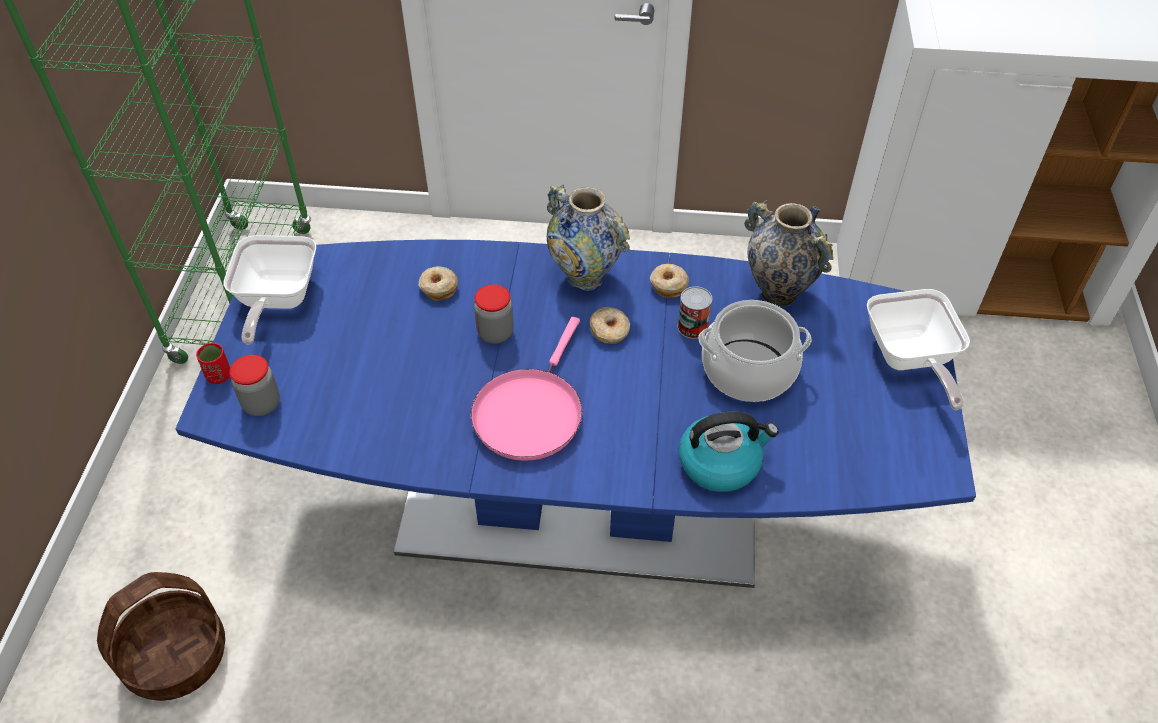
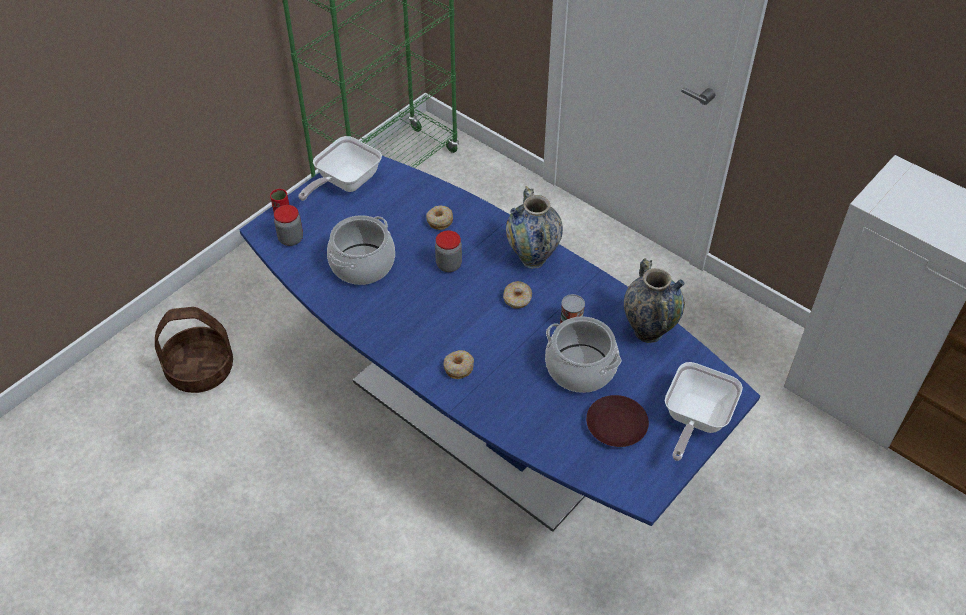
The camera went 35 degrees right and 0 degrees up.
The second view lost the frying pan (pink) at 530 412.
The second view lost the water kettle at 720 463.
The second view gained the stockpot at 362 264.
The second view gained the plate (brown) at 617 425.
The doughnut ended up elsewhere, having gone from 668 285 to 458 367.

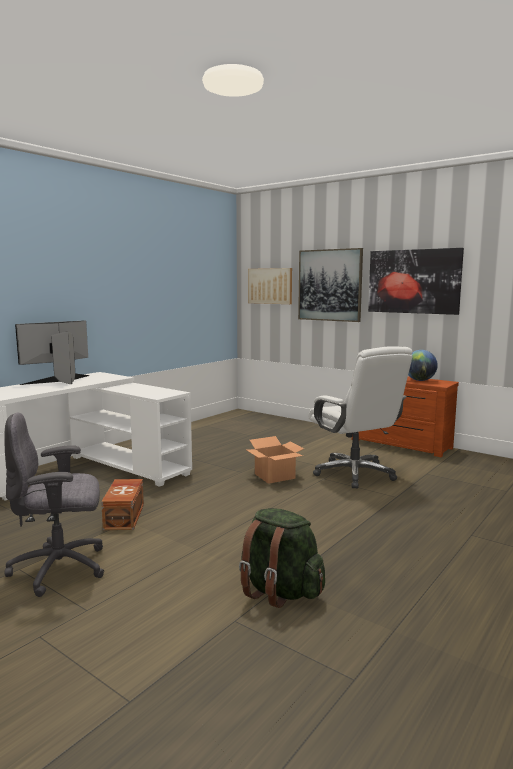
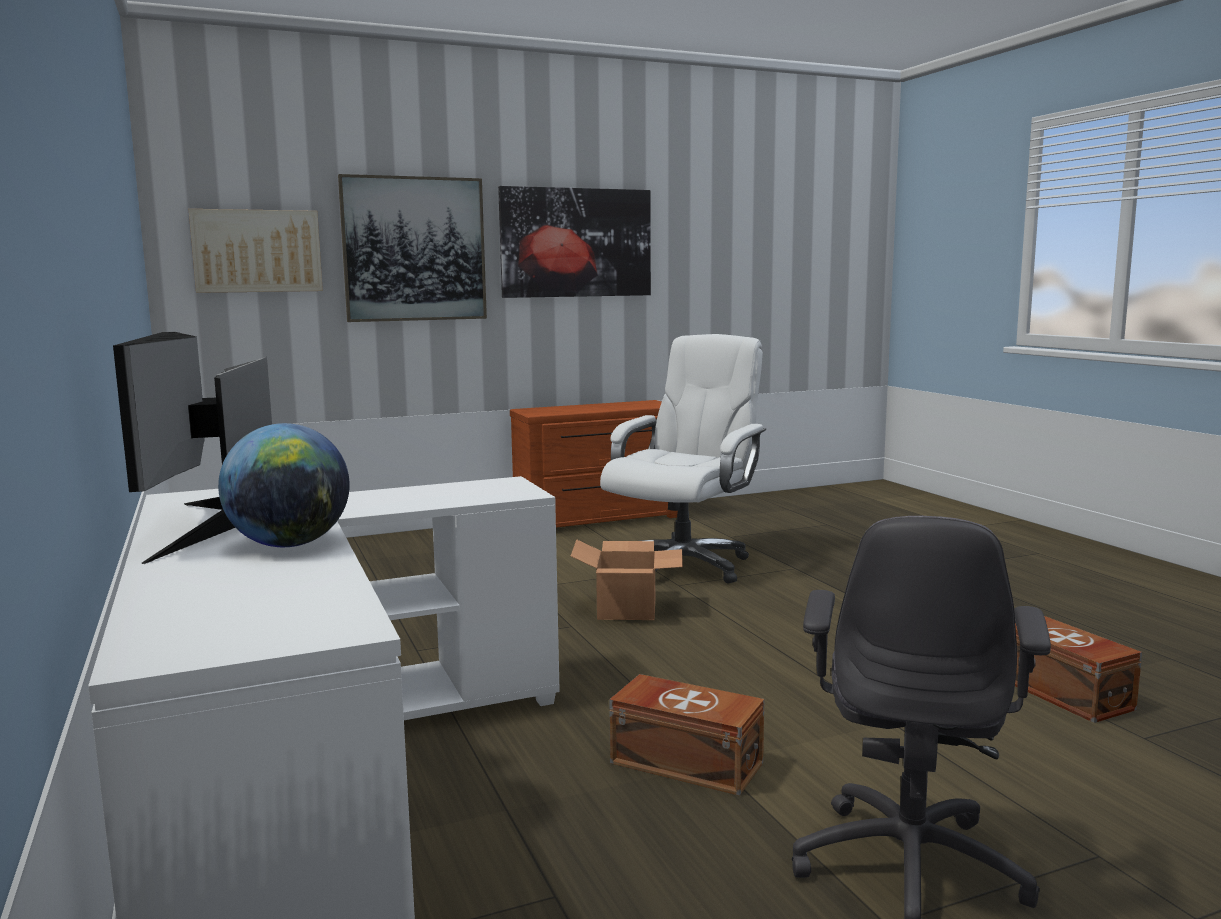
The camera went 60 degrees left and 0 degrees up.
The world globe ended up elsewhere, having gone from 420 380 to 289 545.
Where the backpack (greenish) stood at 279 591, the storage container (brown) came to stand at 1062 693.
The desk chair (white) at 355 474 ended up facing another way, 60 degrees counterclockwise from before.

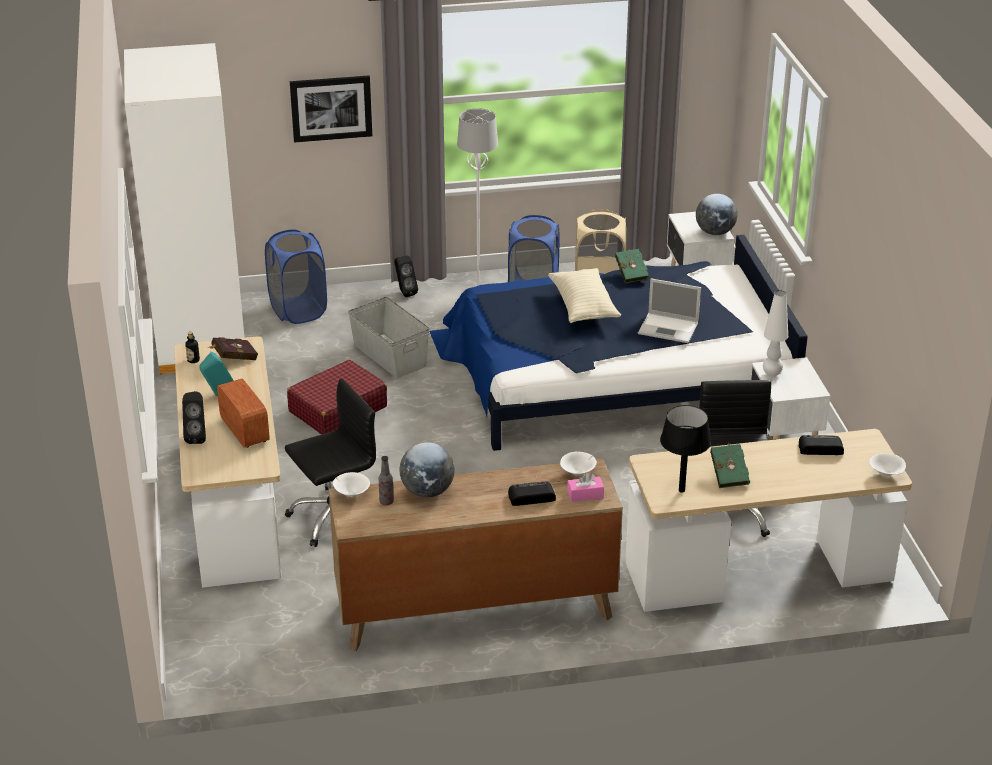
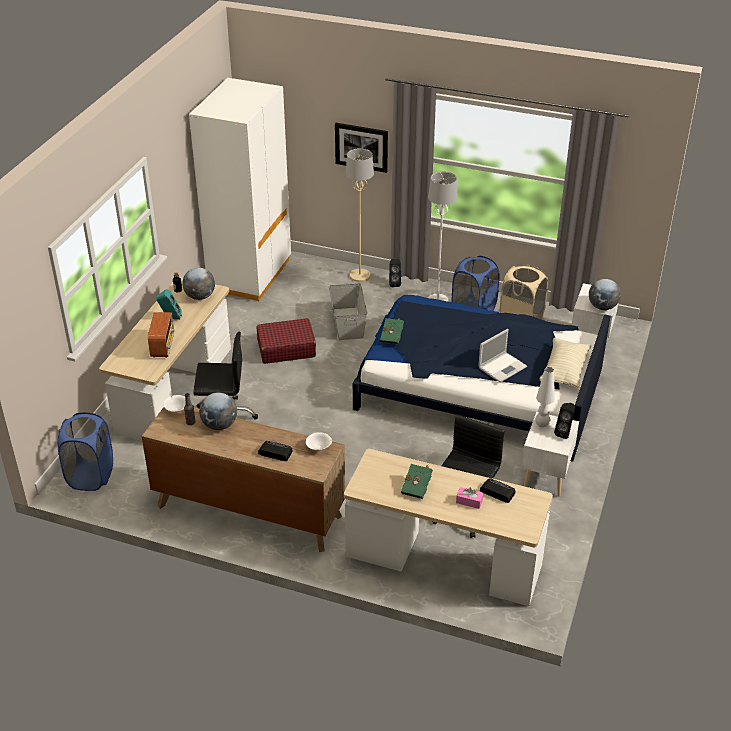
The camera went 30 degrees right and 5 degrees up.
The second view lost the tabletop lamp (blackish) at 681 490.
The second view lost the serving bowl (white) at 886 474.
The second view gained the standing lamp (beige-coloured) at 360 276.
The audio speaker (blackish) ended up elsewhere, having gone from 197 437 to 564 432.
The laundry basket (bluish) ended up elsewhere, having gone from 298 310 to 91 476.
The throw pillow (beige-coloured) ended up elsewhere, having gone from 583 307 to 564 370.
The tissue holder (pink) ended up elsewhere, having gone from 585 495 to 469 501.
The volume (greenish) ended up elsewhere, having gone from 631 273 to 392 336.
Where the volume (red) stood at 233 358, the world globe came to stand at 200 297.
The portable computer at 669 328 ended up facing another way, 90 degrees counterclockwise from before.

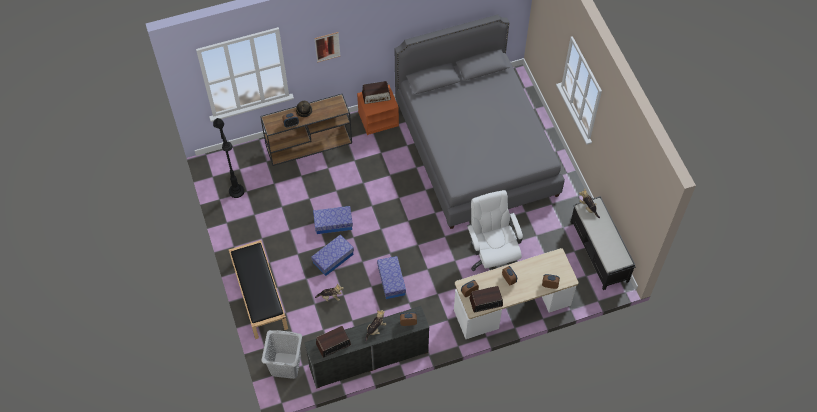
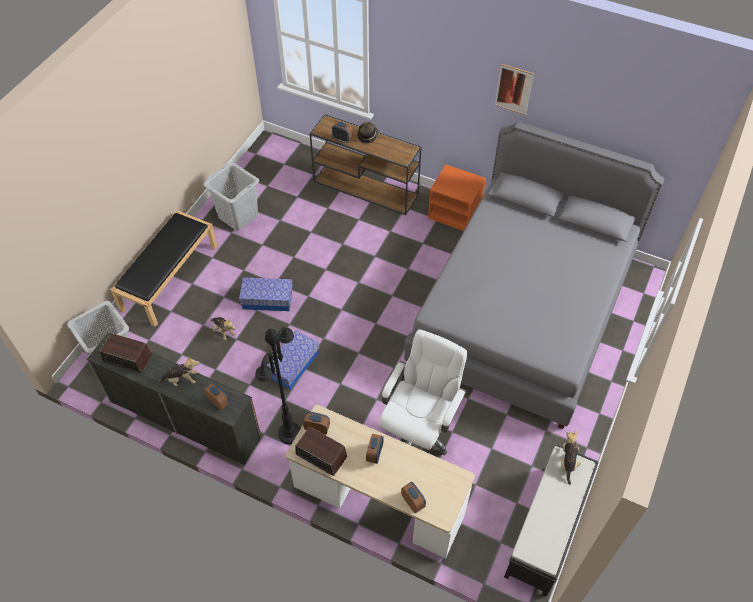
The camera went 45 degrees right and 5 degrees down.
The second view lost the storage container at 333 223.
The second view lost the radio set at 376 96.
The second view gained the laundry basket (grey) at 238 216.
The standing lamp (blackish) ended up elsewhere, having gone from 236 191 to 289 433.
The wall art ended up elsewhere, having gone from 327 47 to 514 89.

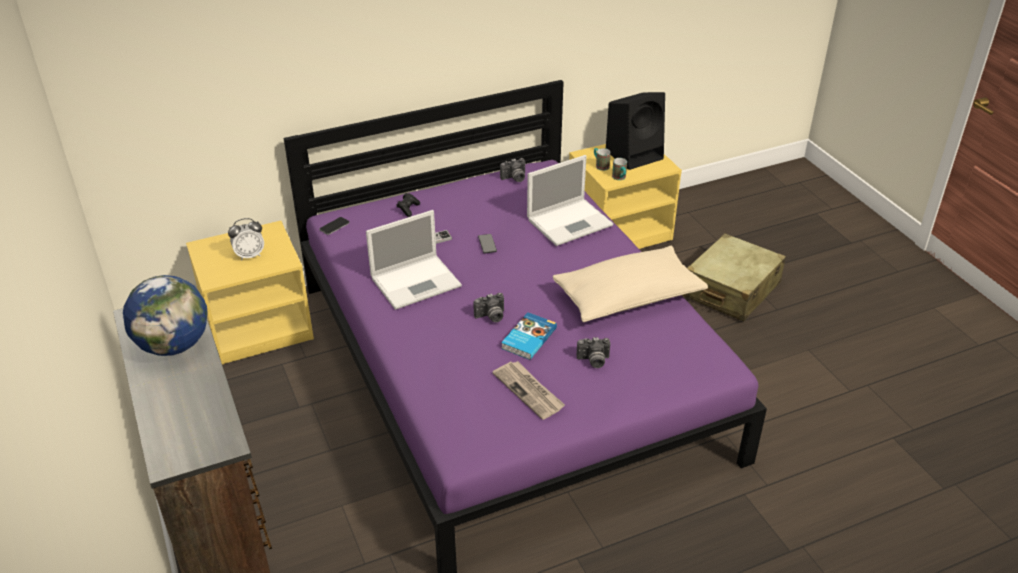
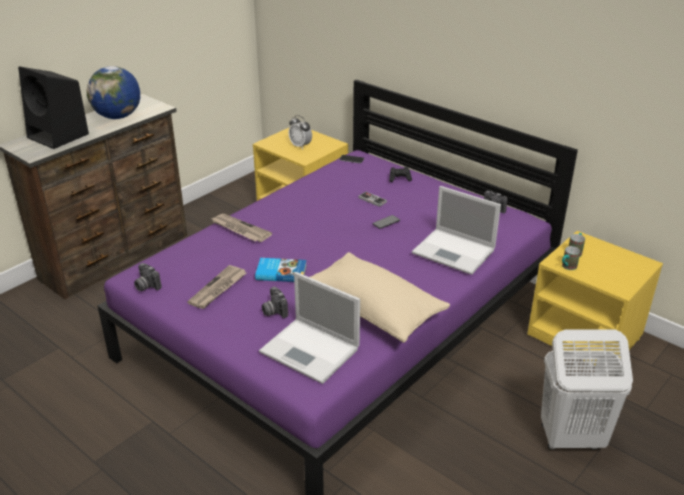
The camera went 65 degrees right and 5 degrees down.
The second view gained the printed paper at 240 229.
The portable computer ended up elsewhere, having gone from 417 281 to 311 351.
The photo camera ended up elsewhere, having gone from 491 317 to 146 286.
The audio speaker (blackish) ended up elsewhere, having gone from 635 154 to 59 136.
Where the piece of luggage (beige-coloured) stood at 731 290, the laundry basket (white) came to stand at 570 438.

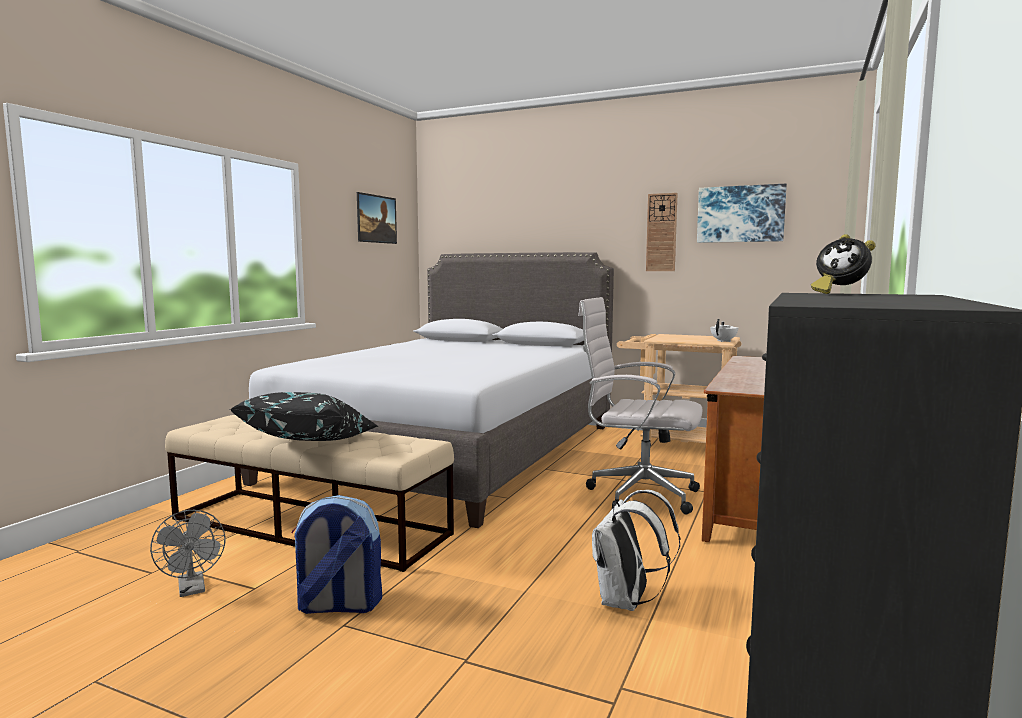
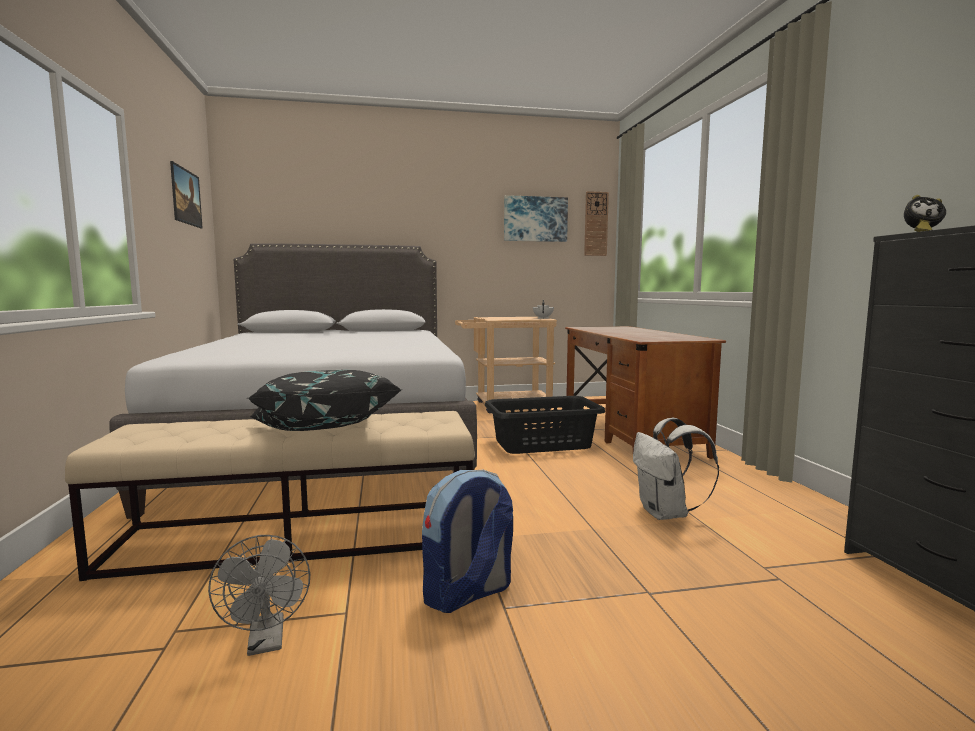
The camera went 35 degrees left and 0 degrees up.
The clock on the wall ended up elsewhere, having gone from 661 232 to 596 224.
Where the desk chair (white) stood at 637 495, the laundry basket (blackish) came to stand at 542 444.
The fan (grey) at 192 589 ended up facing another way, 45 degrees clockwise from before.

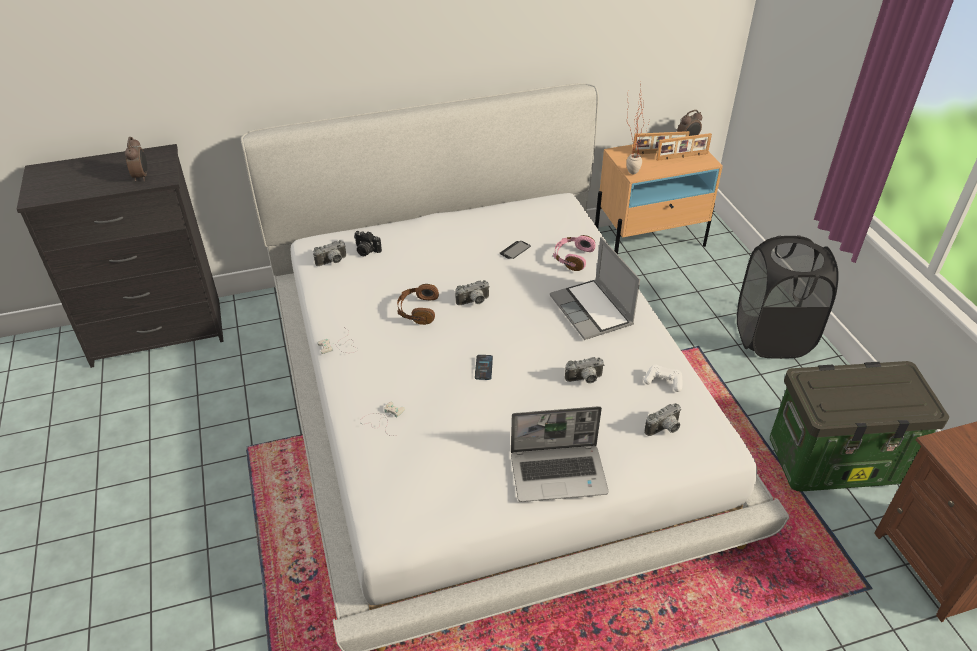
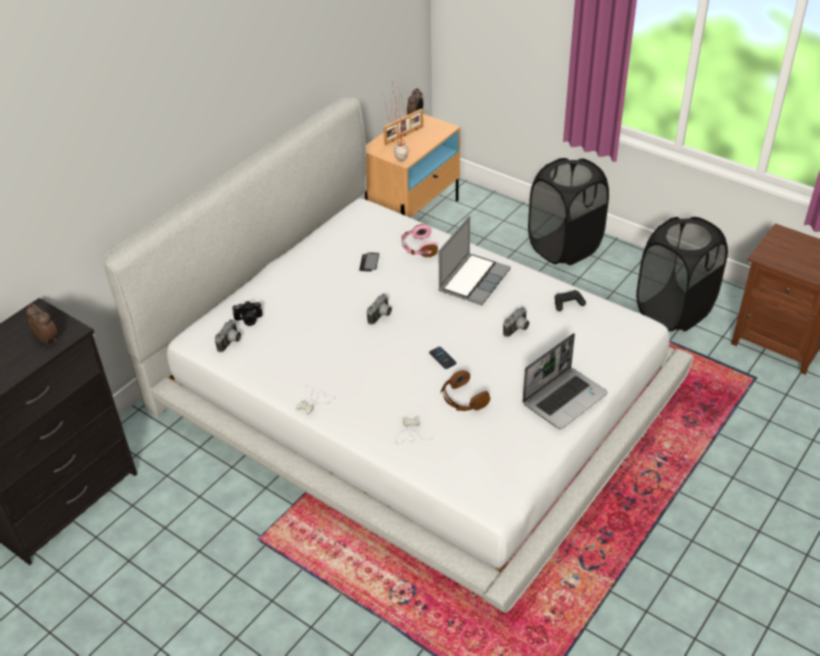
The camera went 35 degrees left and 0 degrees up.
The second view lost the photo camera at 664 429.
The second view lost the photo frame at 682 157.
The pair of headphones (brown) ended up elsewhere, having gone from 417 310 to 463 399.
Where the storage container stood at 836 461, the laundry basket (blackish) came to stand at 674 311.
What was the gamepad (white) at 663 382 turned into the gamepad (blackish) at 568 304.
The portable computer at 592 311 ended up facing another way, 90 degrees counterclockwise from before.

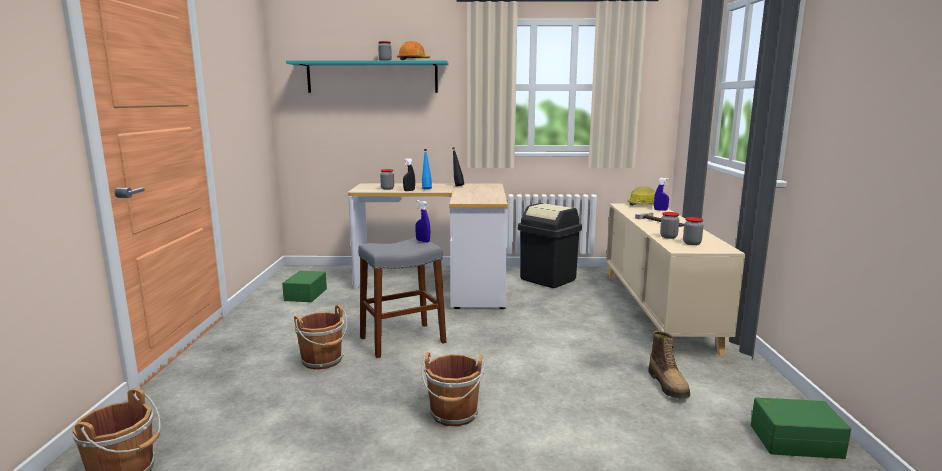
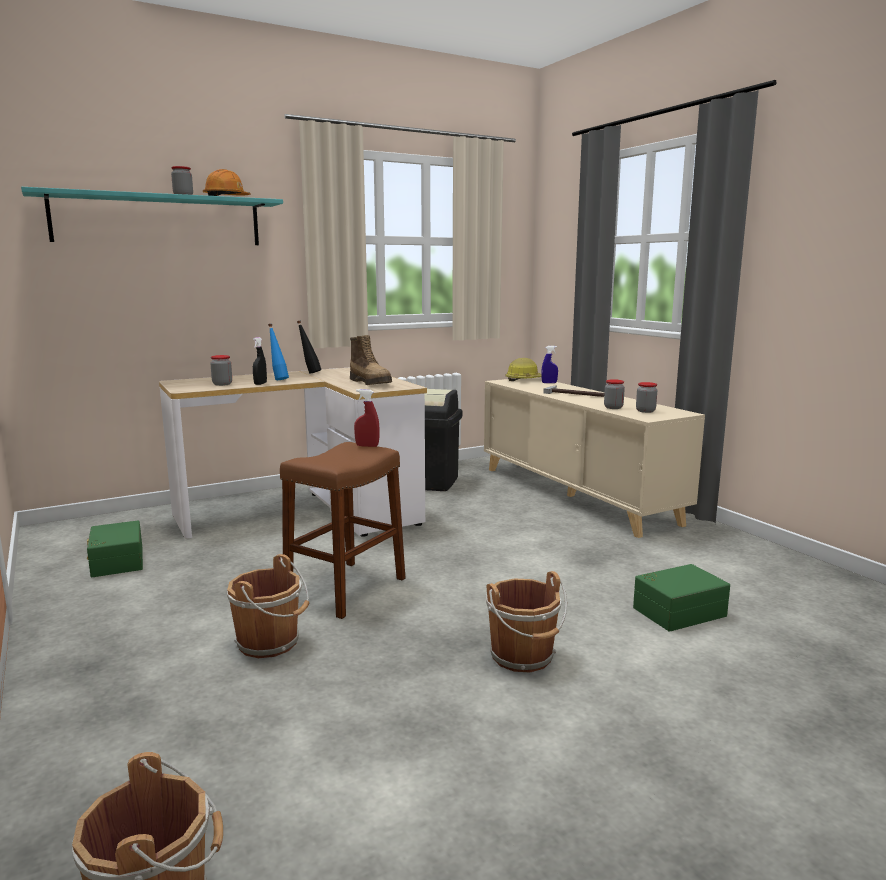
The camera went 30 degrees left and 0 degrees up.
The tall boot ended up elsewhere, having gone from 668 385 to 371 383.
The storage container (greenish) ended up elsewhere, having gone from 794 440 to 677 611.
What was the stool seat (grey) at 402 340 turned into the stool seat (brown) at 346 589.
What was the spray bottle (bluish) at 423 241 turned into the spray bottle (red) at 367 446.

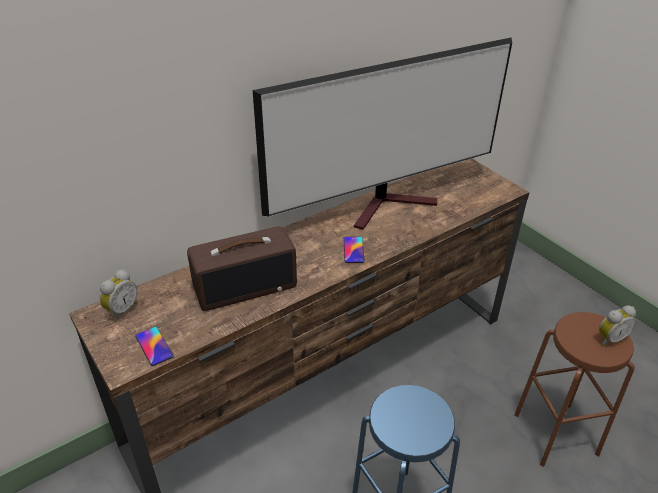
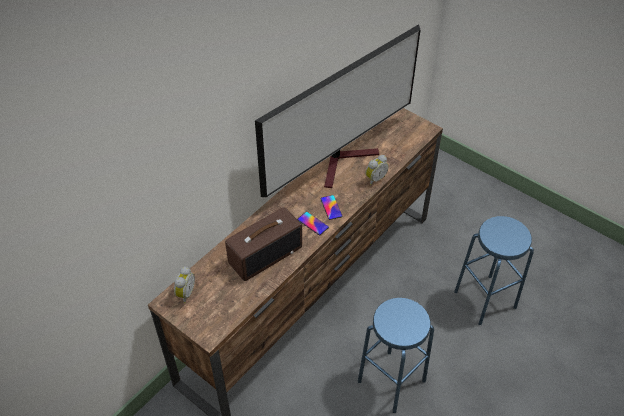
The camera went 15 degrees left and 10 degrees up.
The phone ended up elsewhere, having gone from 154 346 to 313 223.
The table clock ended up elsewhere, having gone from 609 338 to 375 178.
What was the stool seat (brown) at 555 433 turned into the stool seat (bluish) at 485 299.

